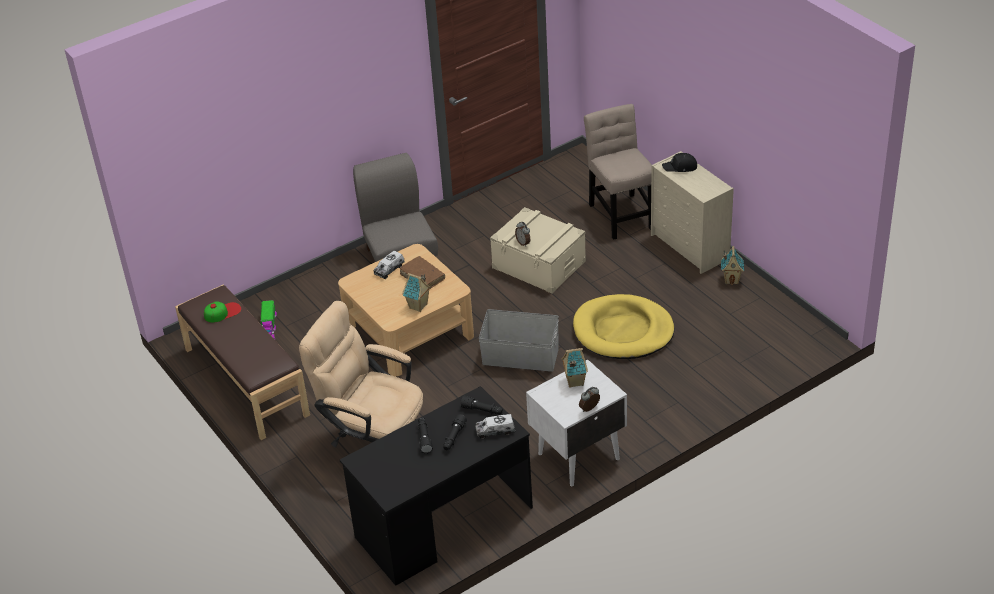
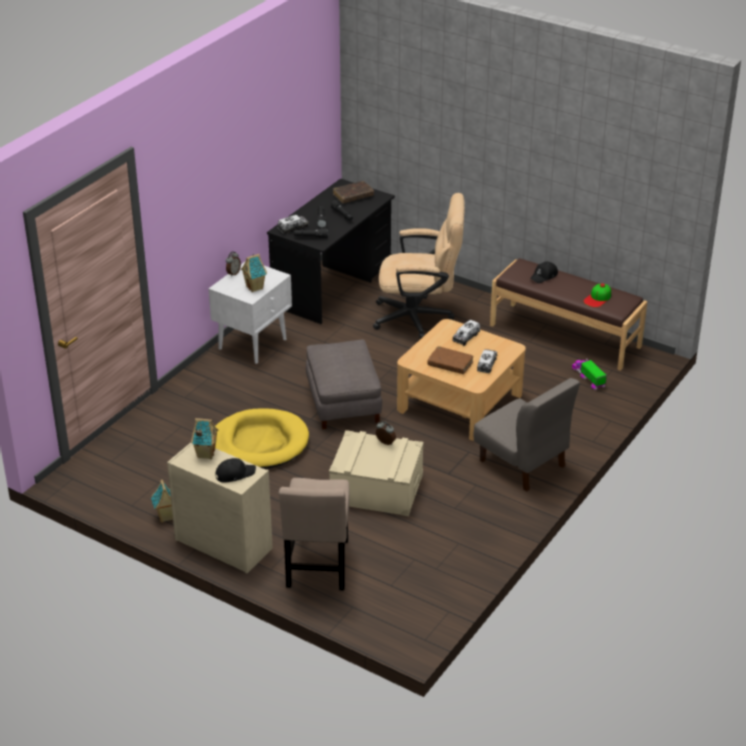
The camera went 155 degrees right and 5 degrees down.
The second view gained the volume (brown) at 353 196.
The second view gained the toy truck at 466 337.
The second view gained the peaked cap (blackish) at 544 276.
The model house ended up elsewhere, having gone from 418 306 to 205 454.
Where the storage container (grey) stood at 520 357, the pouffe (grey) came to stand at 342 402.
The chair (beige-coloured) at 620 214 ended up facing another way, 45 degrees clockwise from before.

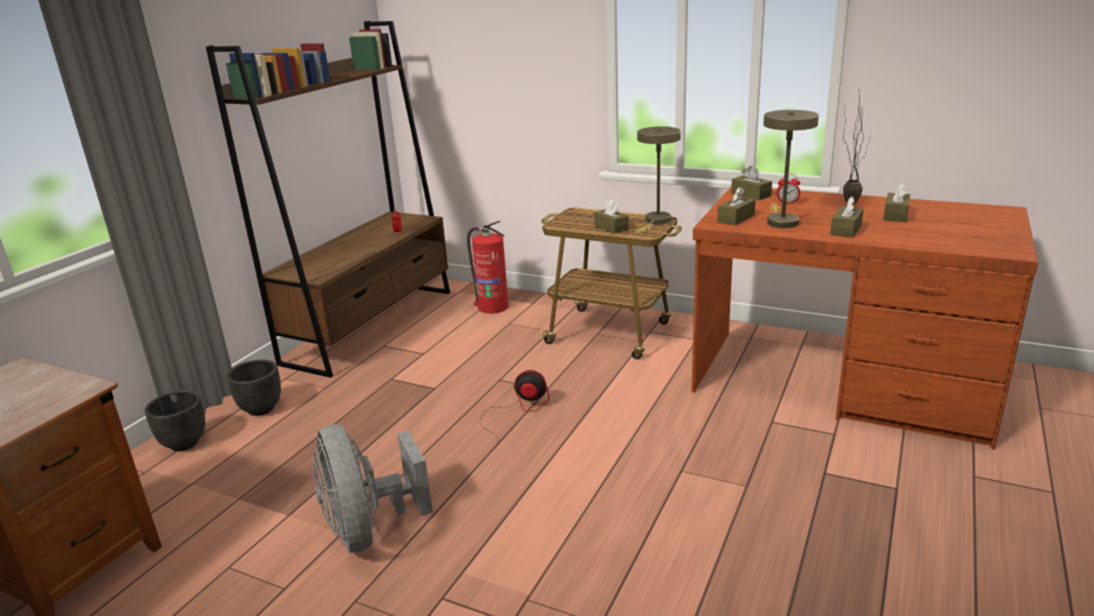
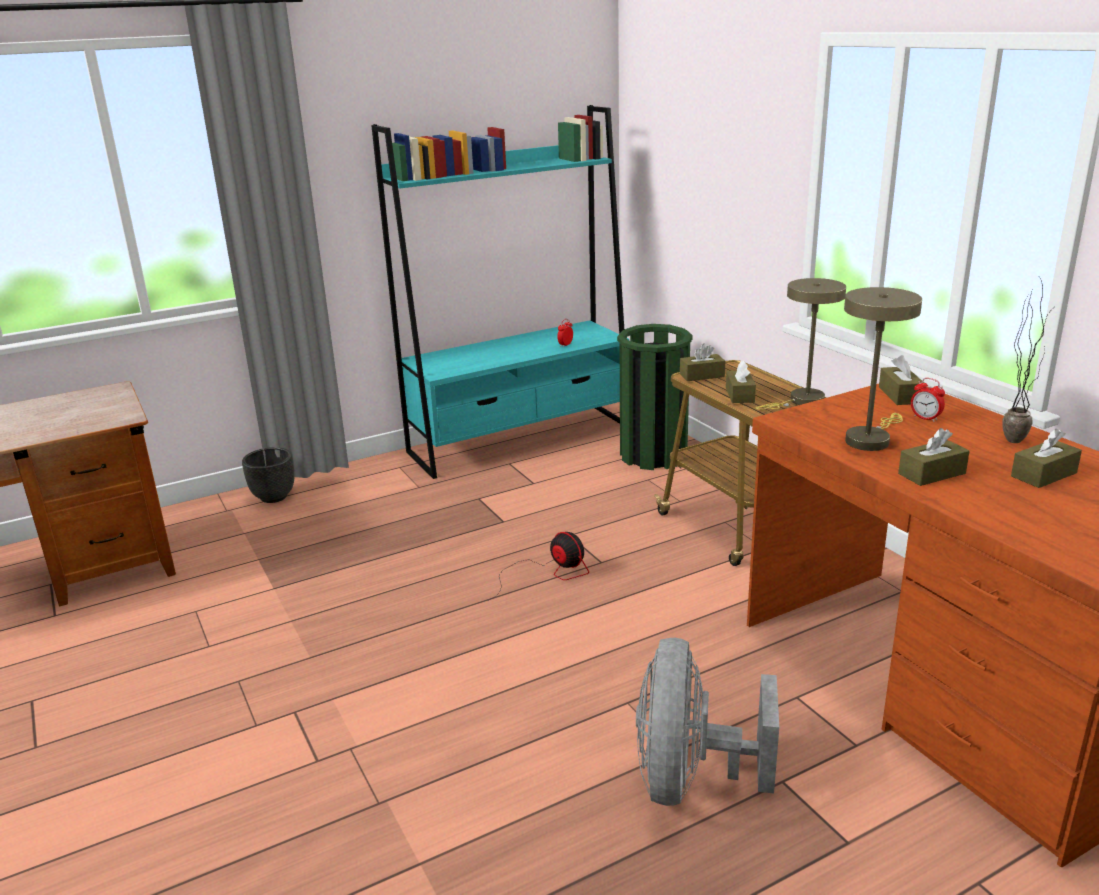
The camera went 35 degrees right and 0 degrees up.
The second view lost the plant pot (blackish) at 261 409.
The fan (grey) ended up elsewhere, having gone from 369 529 to 690 779.
The tissue holder (brown) ended up elsewhere, having gone from 736 218 to 702 375.
Where the extinguisher stood at 492 306, the trash can (greenish) came to stand at 653 455.
What was the bookcase (brown) at 371 325 turned into the bookcase (blue-green) at 521 439.

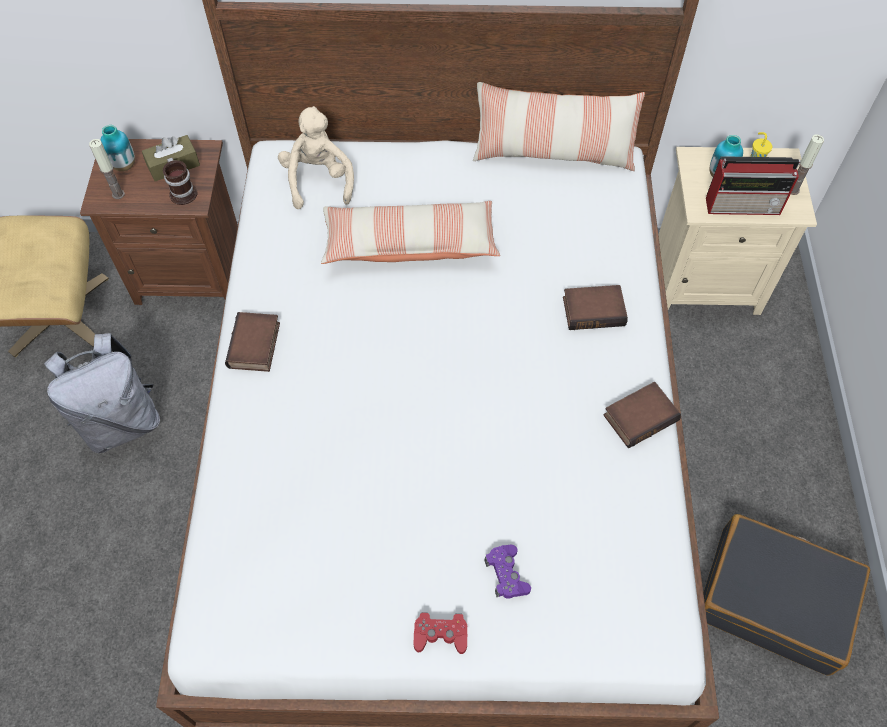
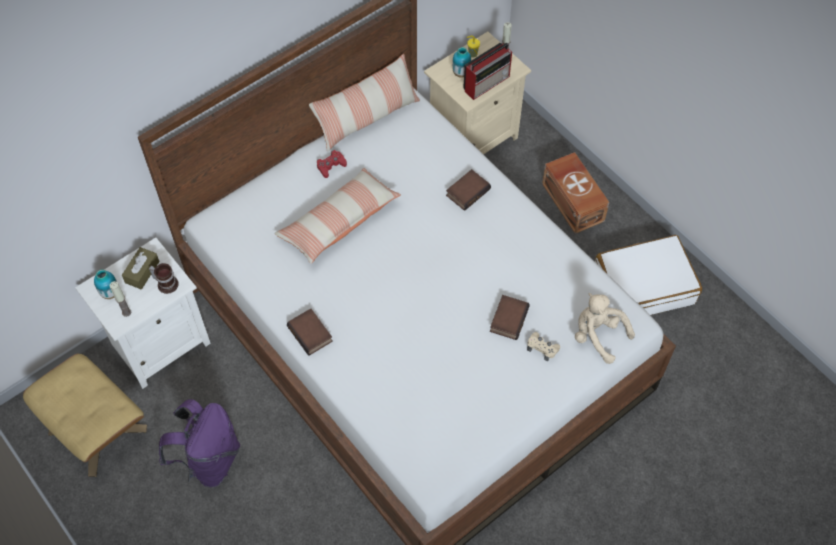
The camera went 40 degrees left and 0 degrees up.
The second view gained the storage container (brown) at 573 201.
The plush toy (beige-coloured) ended up elsewhere, having gone from 318 180 to 597 335.
The gamepad (red) ended up elsewhere, having gone from 440 634 to 331 166.
The volume ended up elsewhere, having gone from 640 416 to 508 318.
What was the backpack (grey) at 121 421 turned into the backpack (purple-coloured) at 209 460.
What was the nightstand (brown) at 191 272 turned into the nightstand (white) at 159 343.
What was the gamepad (purple-coloured) at 507 574 turned into the gamepad (beige-coloured) at 542 348.
What was the piece of luggage (blackish) at 774 599 turned into the piece of luggage (white) at 643 286.

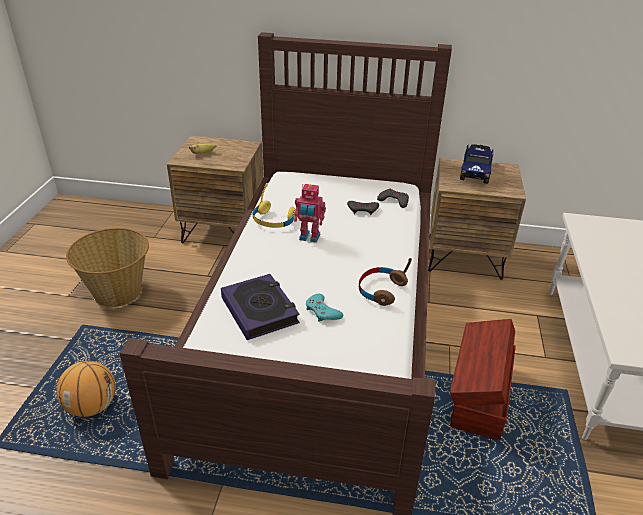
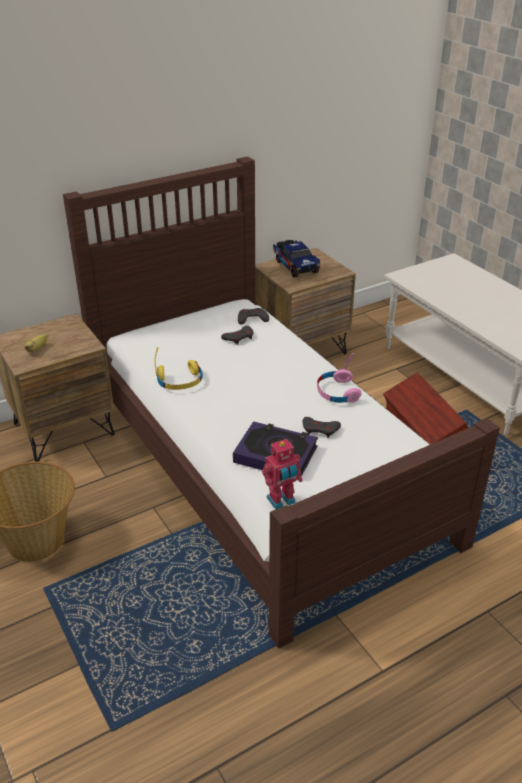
The camera went 40 degrees left and 0 degrees up.
The second view lost the basketball at 92 406.
The model robot ended up elsewhere, having gone from 309 237 to 282 501.
What was the gamepad (blue-green) at 322 311 turned into the gamepad (grey) at 320 429.
What was the pair of headphones (brown) at 380 290 turned into the pair of headphones (pink) at 337 392.

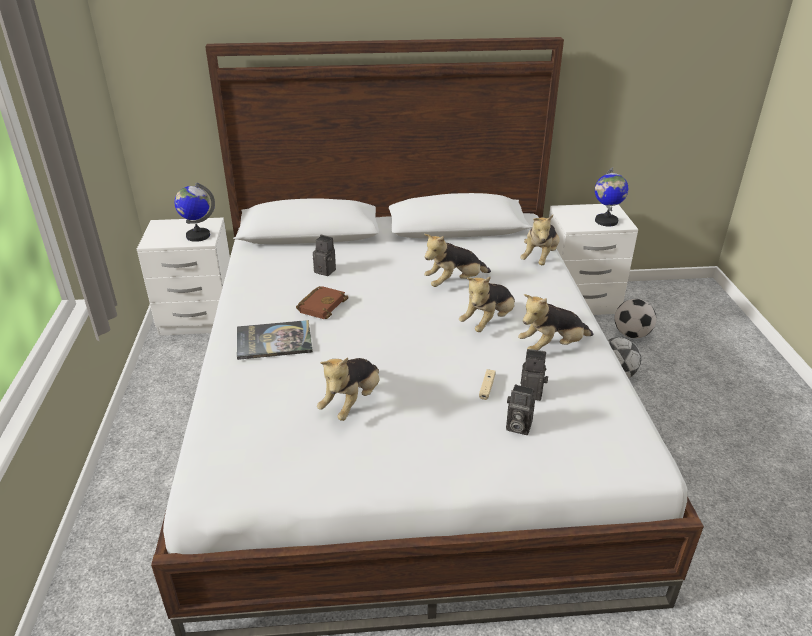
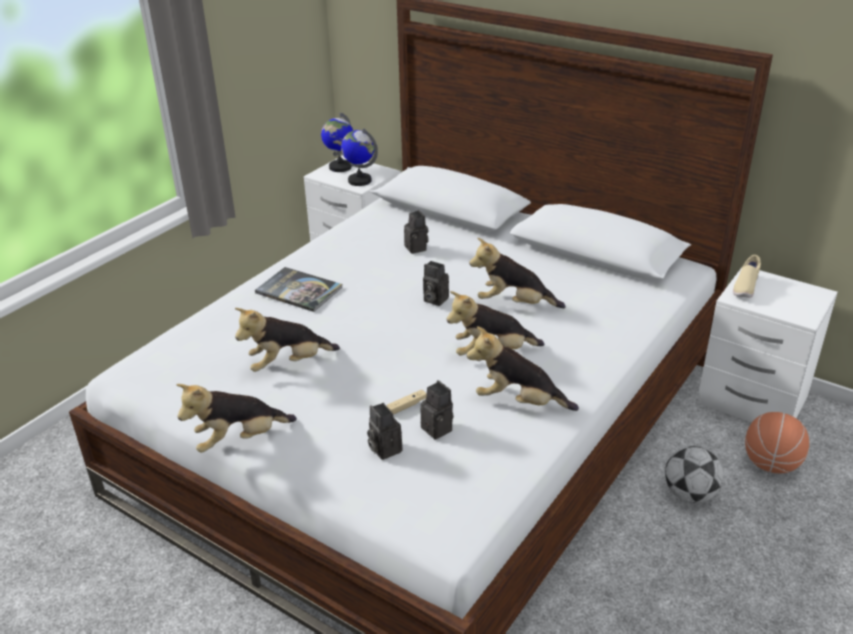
The camera went 40 degrees right and 0 degrees up.
The second view lost the volume (brown) at 321 305.
The second view gained the photo camera at 434 299.
The second view gained the low shoe (beige-coloured) at 745 288.
The plush toy ended up elsewhere, having gone from 540 258 to 239 440.
The world globe ended up elsewhere, having gone from 606 221 to 340 167.
Where the football stood at 631 334, the basketball came to stand at 771 464.

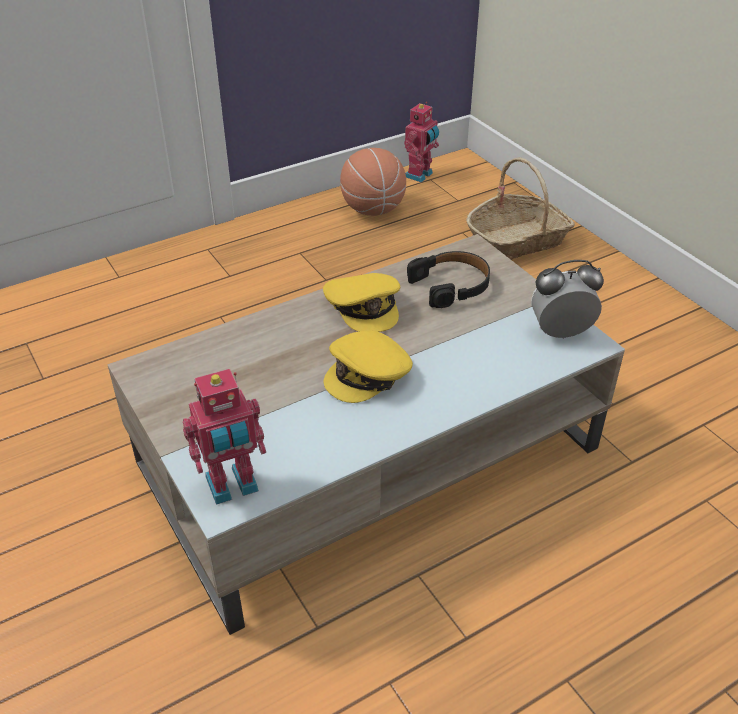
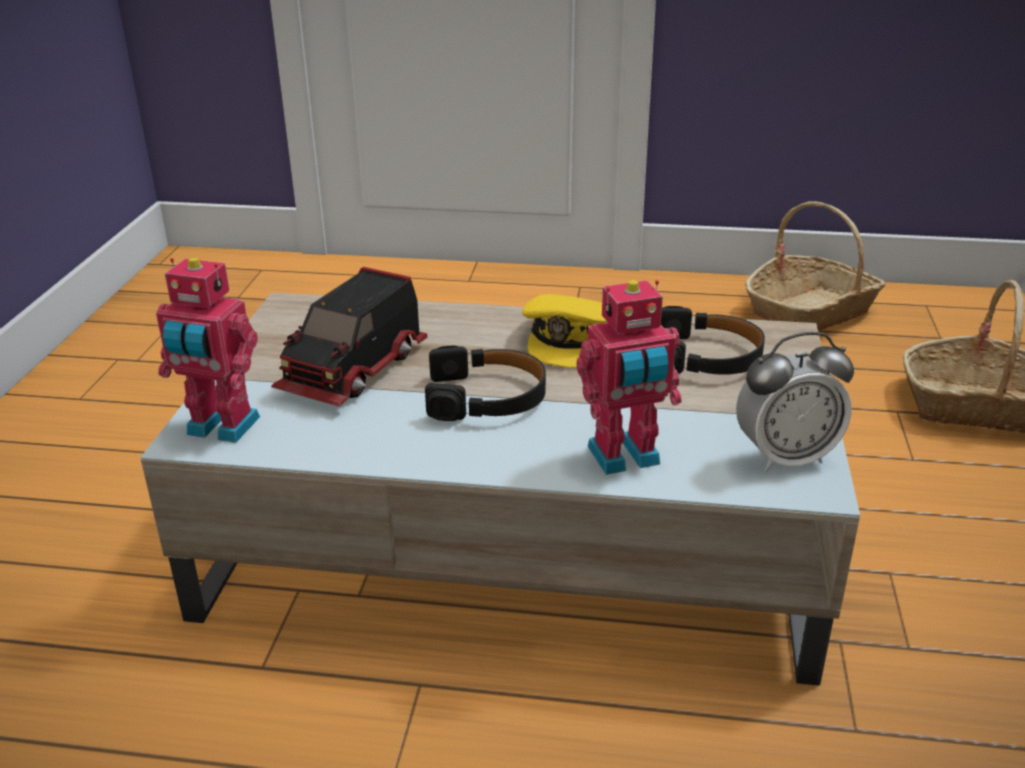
The camera went 40 degrees right and 10 degrees down.
The second view gained the toy truck at 356 371.
The model robot ended up elsewhere, having gone from 420 175 to 625 458.
Where the peaked cap (yellow-coloured) stood at 368 374, the pair of headphones (blackish) came to stand at 487 397.
Where the basketball stood at 373 209, the storage basket came to stand at 811 311.
The table clock at 560 332 ended up facing another way, 135 degrees clockwise from before.

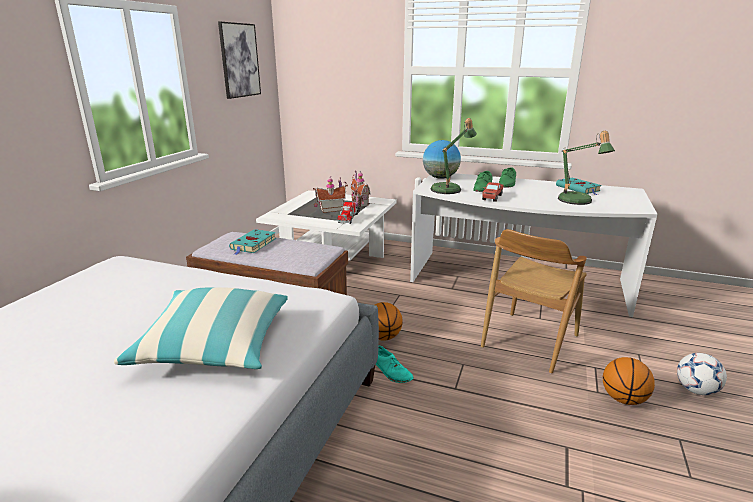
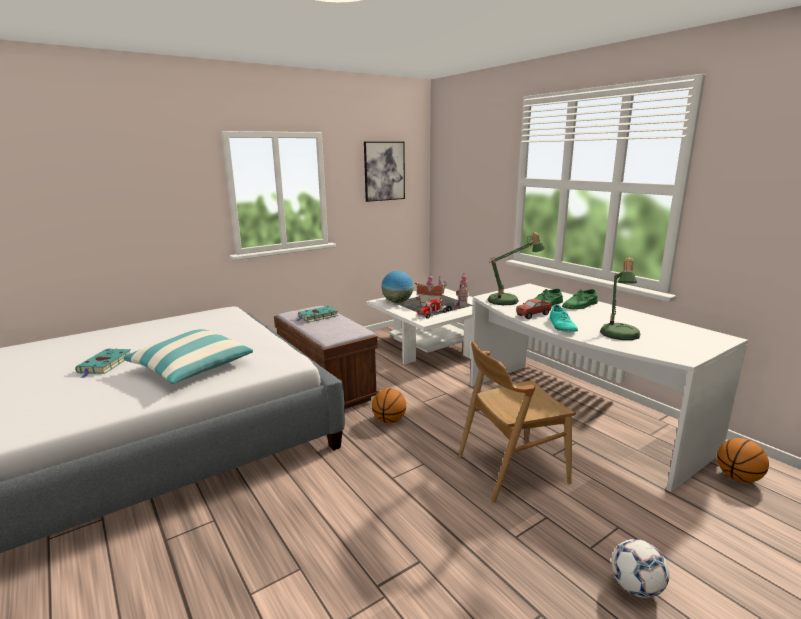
The camera went 35 degrees right and 5 degrees down.
The low shoe (blue-green) ended up elsewhere, having gone from 392 371 to 562 326.
The world globe ended up elsewhere, having gone from 440 178 to 397 302.
The volume (blue-green) ended up elsewhere, having gone from 579 189 to 104 365.
The basketball ended up elsewhere, having gone from 623 399 to 738 478.

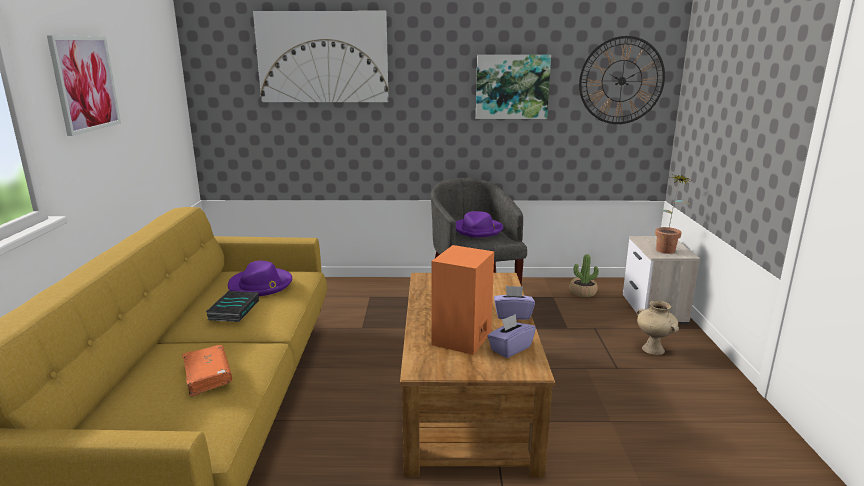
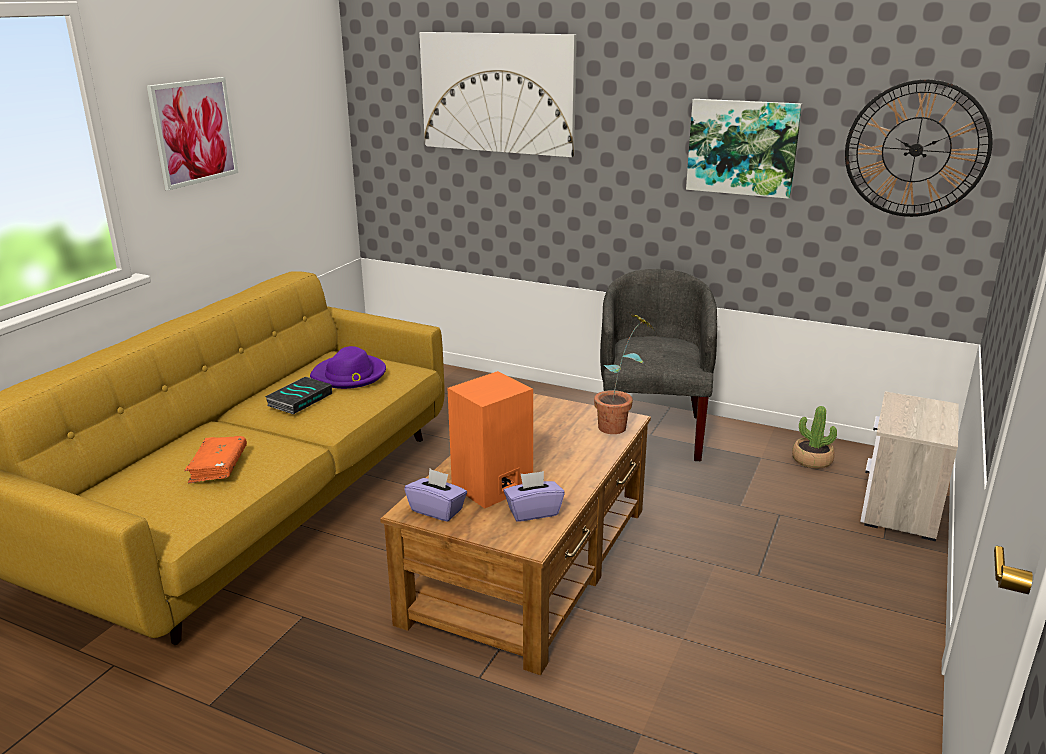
The camera went 25 degrees right and 5 degrees up.
The second view lost the hat (purple-coloured) at 478 230.
The second view lost the decorative vase (beige-coloured) at 653 349.
The tissue holder (purple-coloured) ended up elsewhere, having gone from 513 315 to 437 510.
The potted plant ended up elsewhere, having gone from 667 249 to 620 426.

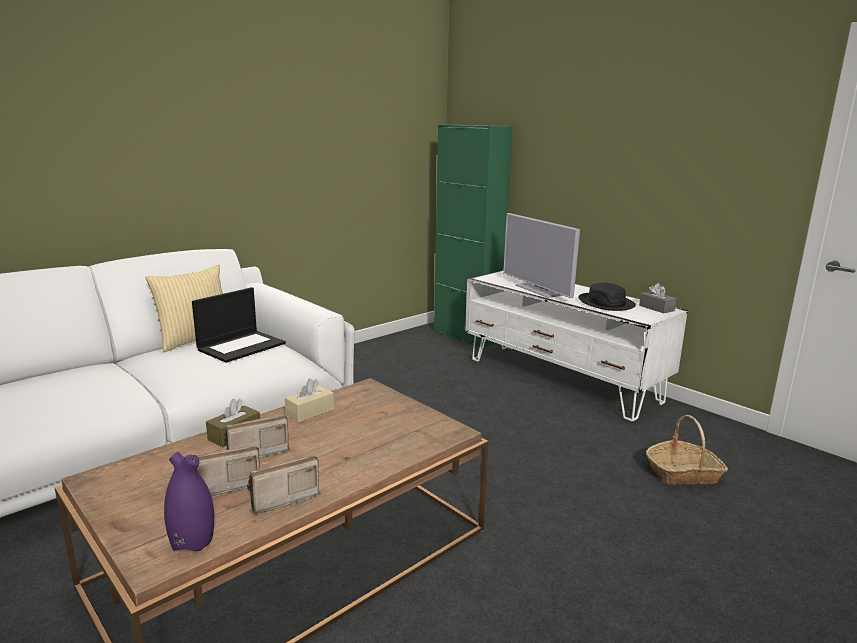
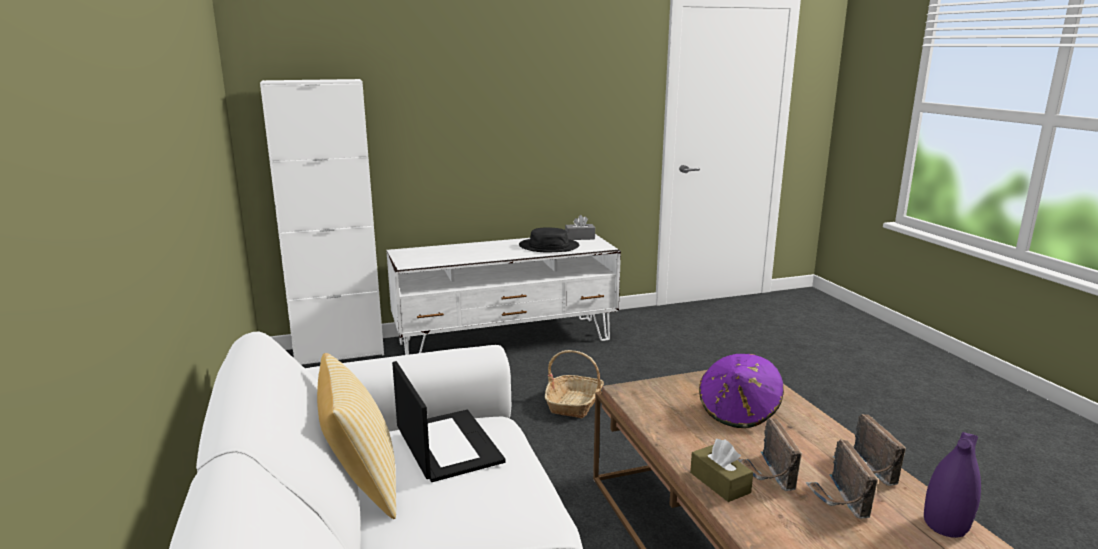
The camera went 65 degrees left and 0 degrees up.
The second view lost the tissue holder (beige-coloured) at 310 412.
The second view lost the TV set at 538 290.
The second view gained the hat (purple-coloured) at 739 412.
The storage basket ended up elsewhere, having gone from 683 473 to 574 403.
What was the cabinet (greenish) at 466 336 turned into the cabinet (white) at 339 353.

